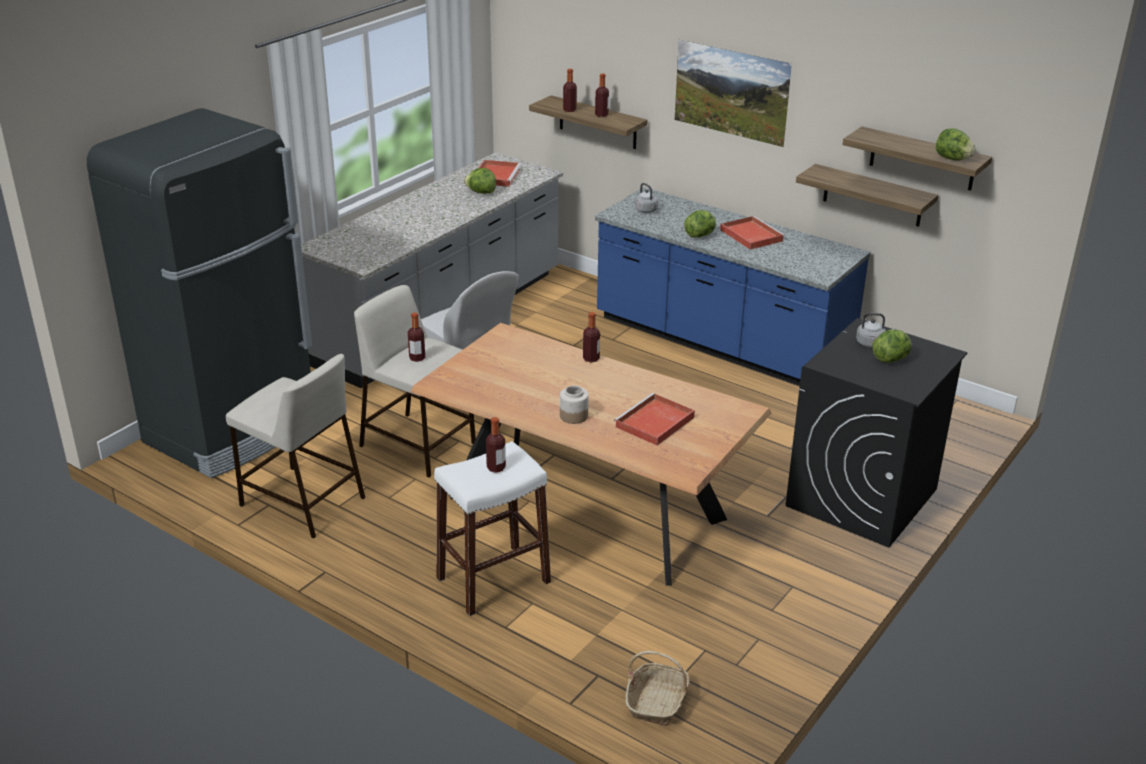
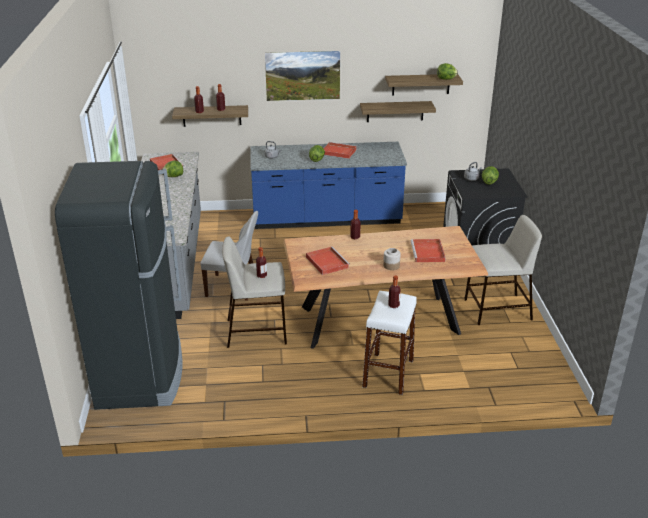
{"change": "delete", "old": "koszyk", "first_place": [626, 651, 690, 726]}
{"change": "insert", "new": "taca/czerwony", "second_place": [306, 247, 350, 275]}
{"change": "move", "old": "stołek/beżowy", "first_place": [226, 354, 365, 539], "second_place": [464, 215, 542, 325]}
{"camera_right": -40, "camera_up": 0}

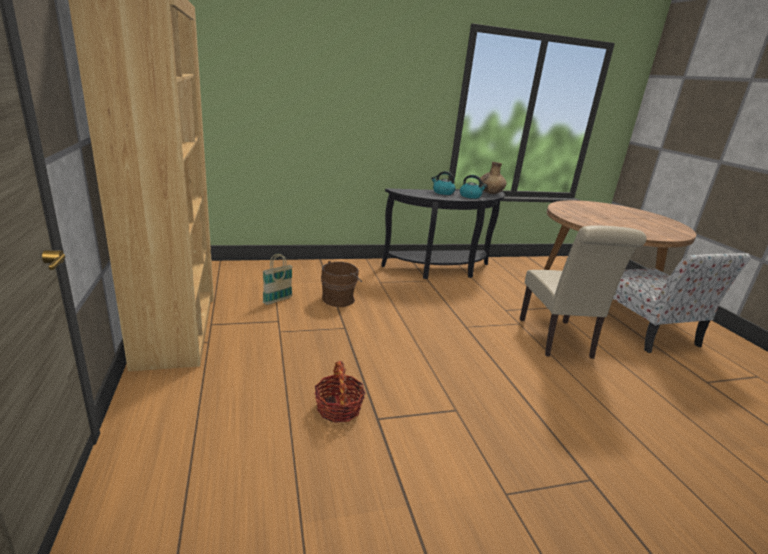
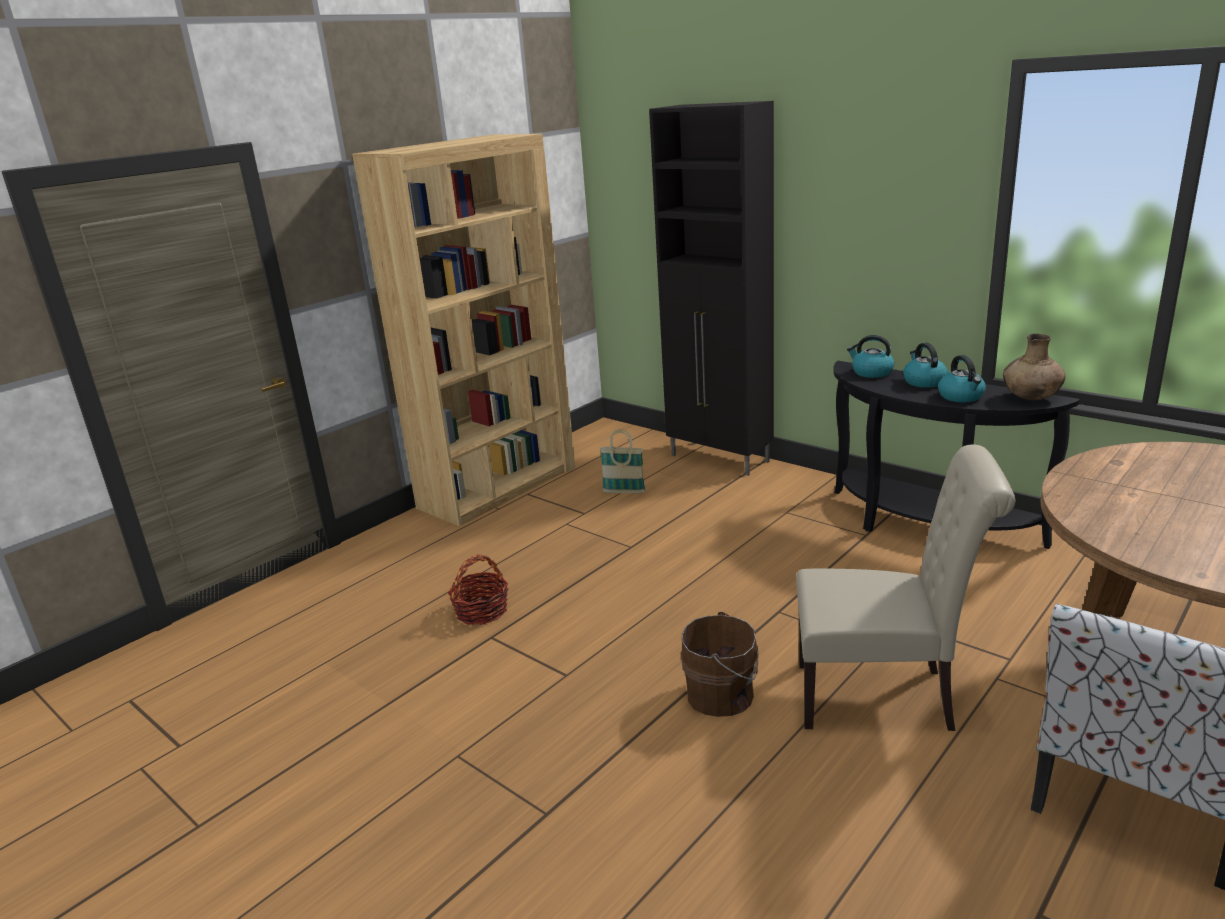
{"change": "insert", "new": "szafka/czarny", "second_place": [649, 101, 774, 476]}
{"change": "insert", "new": "czajnik", "second_place": [847, 335, 895, 378]}
{"change": "move", "old": "wiadro/brązowy", "first_place": [321, 261, 362, 307], "second_place": [681, 612, 759, 717]}
{"change": "rotate", "old": "krzesło/beżowy", "first_place": [520, 225, 647, 359], "second_place": [796, 445, 1015, 731], "degrees": -135}
{"camera_right": 60, "camera_up": 0}

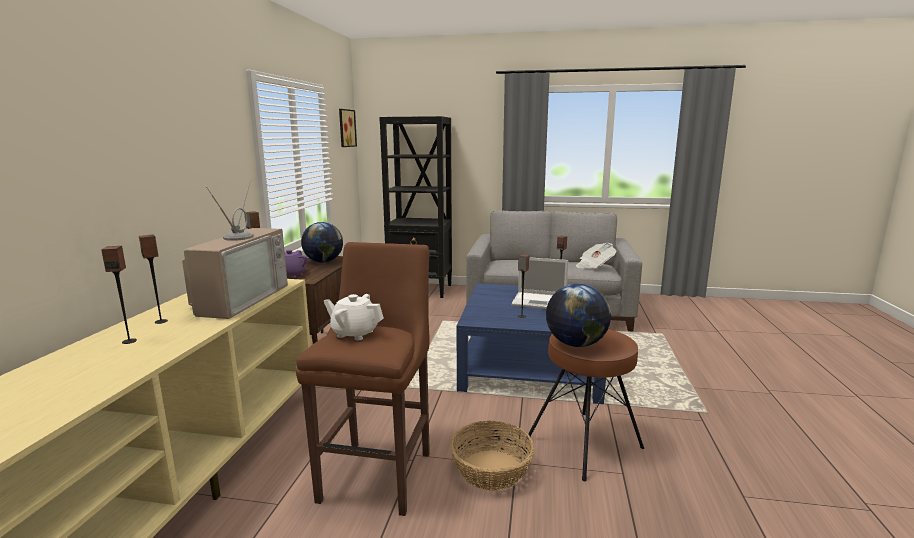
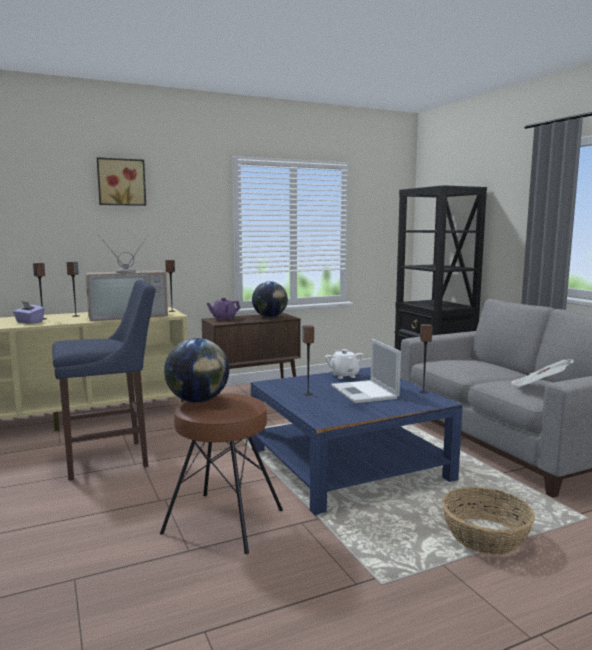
{"change": "insert", "new": "pudełko chusteczek/fioletowy", "second_place": [13, 301, 44, 324]}
{"change": "move", "old": "imbryk/biały", "first_place": [324, 294, 384, 340], "second_place": [325, 349, 364, 379]}
{"change": "move", "old": "obraz", "first_place": [339, 109, 357, 147], "second_place": [97, 157, 146, 206]}
{"change": "move", "old": "koszyk", "first_place": [450, 421, 534, 491], "second_place": [442, 487, 535, 555]}
{"change": "recolor", "old": "stołek/brązowy", "new": "stołek/niebieski", "first_place": [296, 242, 430, 516], "second_place": [52, 280, 155, 480]}
{"camera_right": 55, "camera_up": -5}

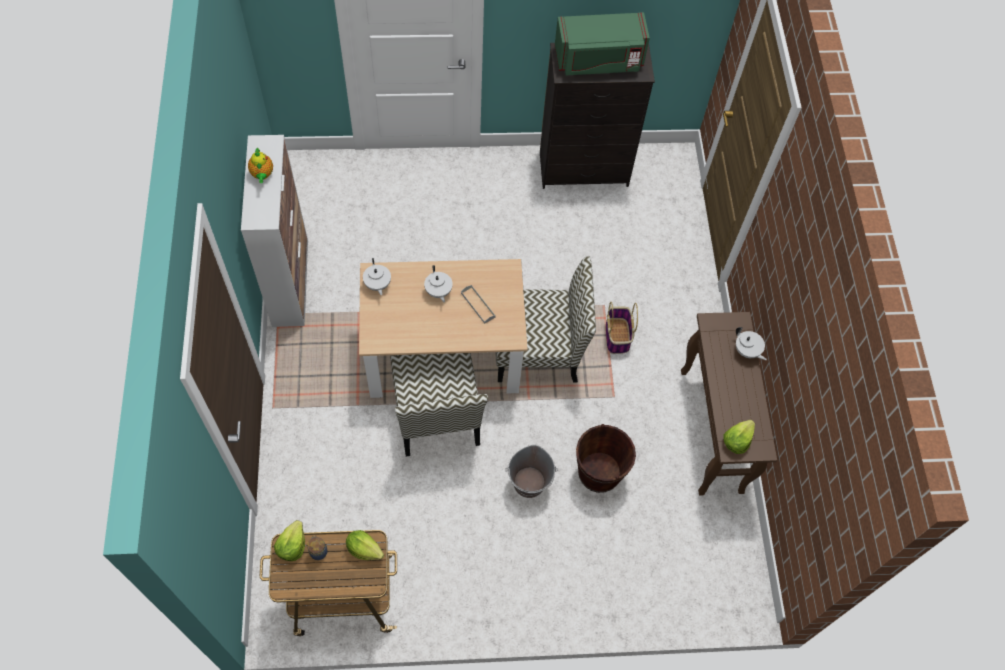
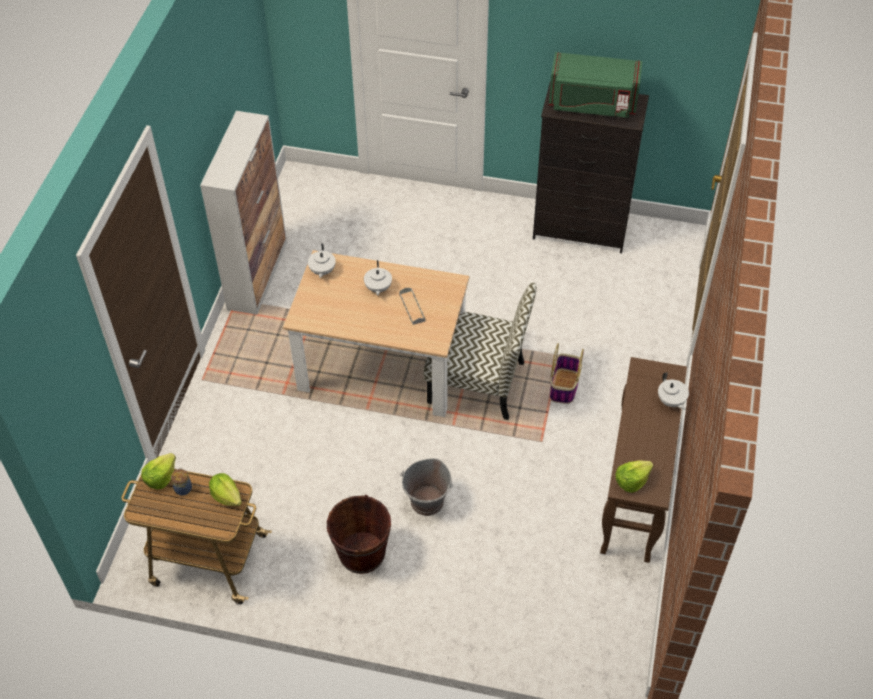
{"change": "delete", "old": "imbryk", "first_place": [248, 148, 273, 183]}
{"change": "delete", "old": "krzesło", "first_place": [390, 353, 488, 456]}
{"change": "move", "old": "wiadro/brązowy", "first_place": [576, 424, 636, 493], "second_place": [327, 495, 391, 574]}
{"camera_right": 20, "camera_up": -10}

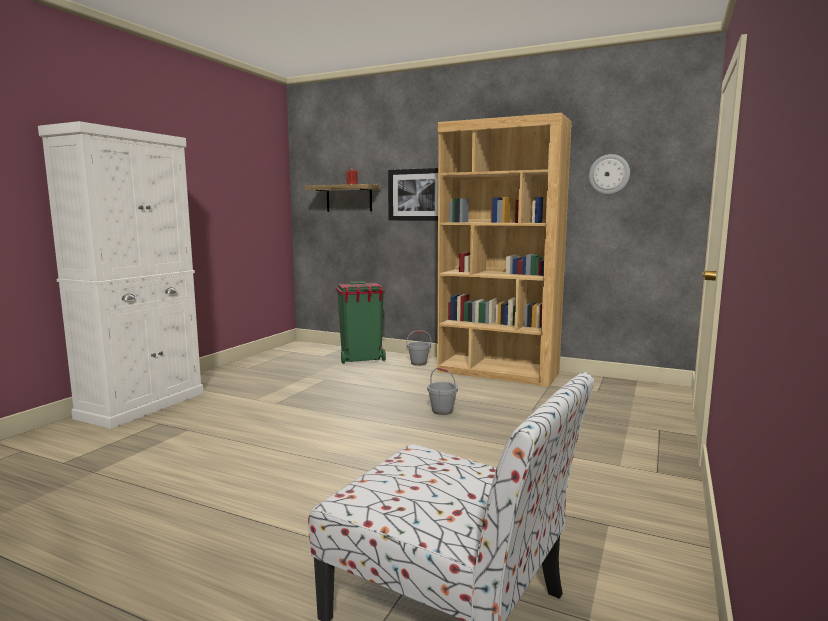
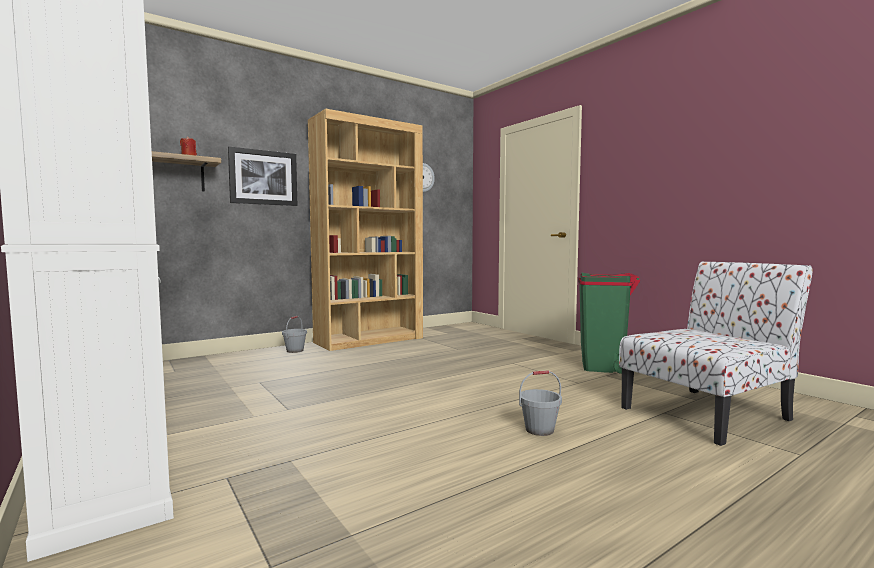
{"change": "move", "old": "kosz na śmieci/zielony", "first_place": [336, 281, 386, 364], "second_place": [578, 273, 640, 374]}
{"change": "move", "old": "wiadro/szary", "first_place": [427, 367, 458, 415], "second_place": [519, 370, 562, 436]}
{"camera_right": -60, "camera_up": -5}

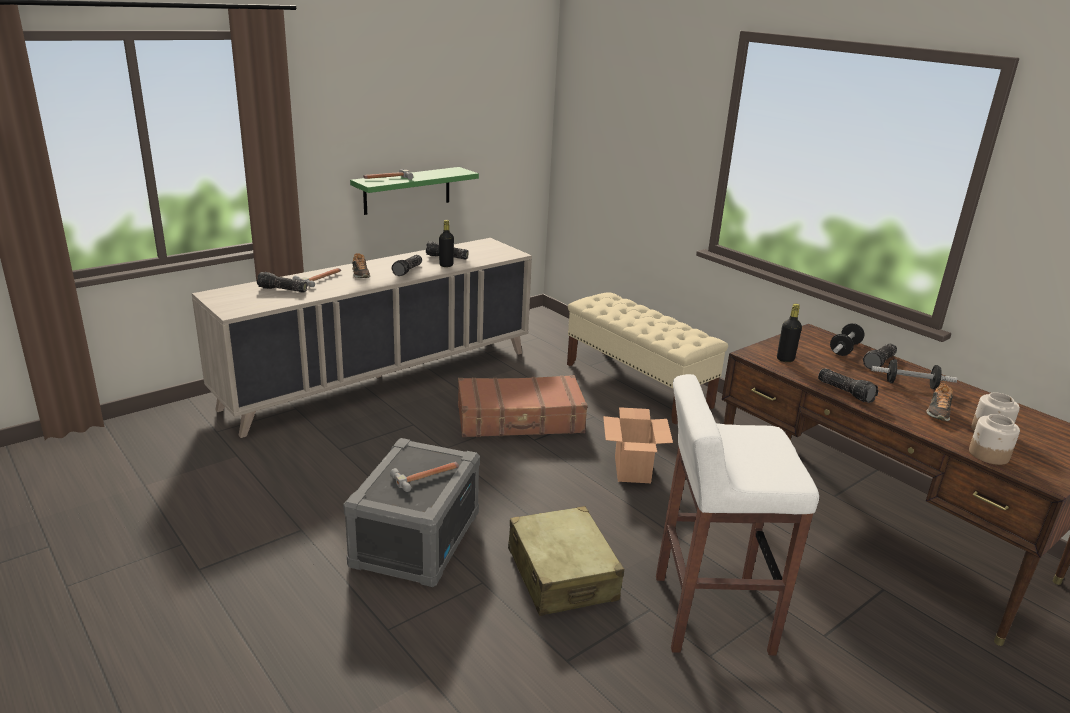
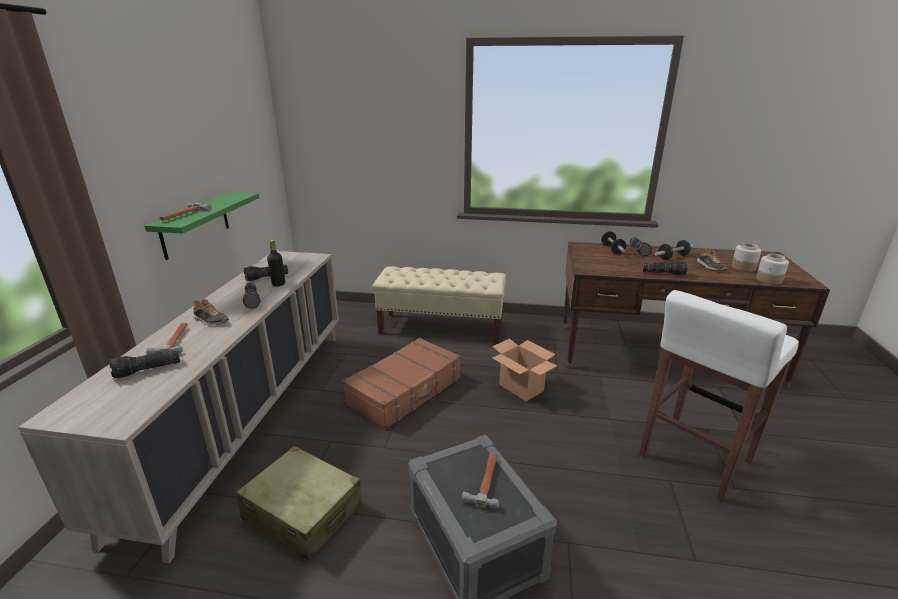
{"change": "delete", "old": "butelka/czarny", "first_place": [777, 304, 802, 362]}
{"change": "move", "old": "walizka/beżowy", "first_place": [508, 506, 624, 616], "second_place": [236, 445, 361, 561]}
{"camera_right": -40, "camera_up": 0}

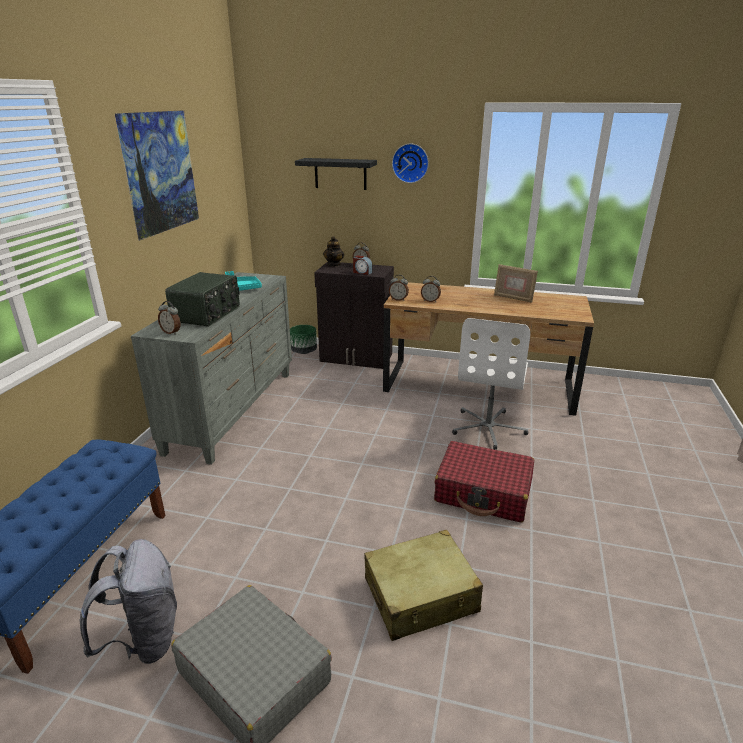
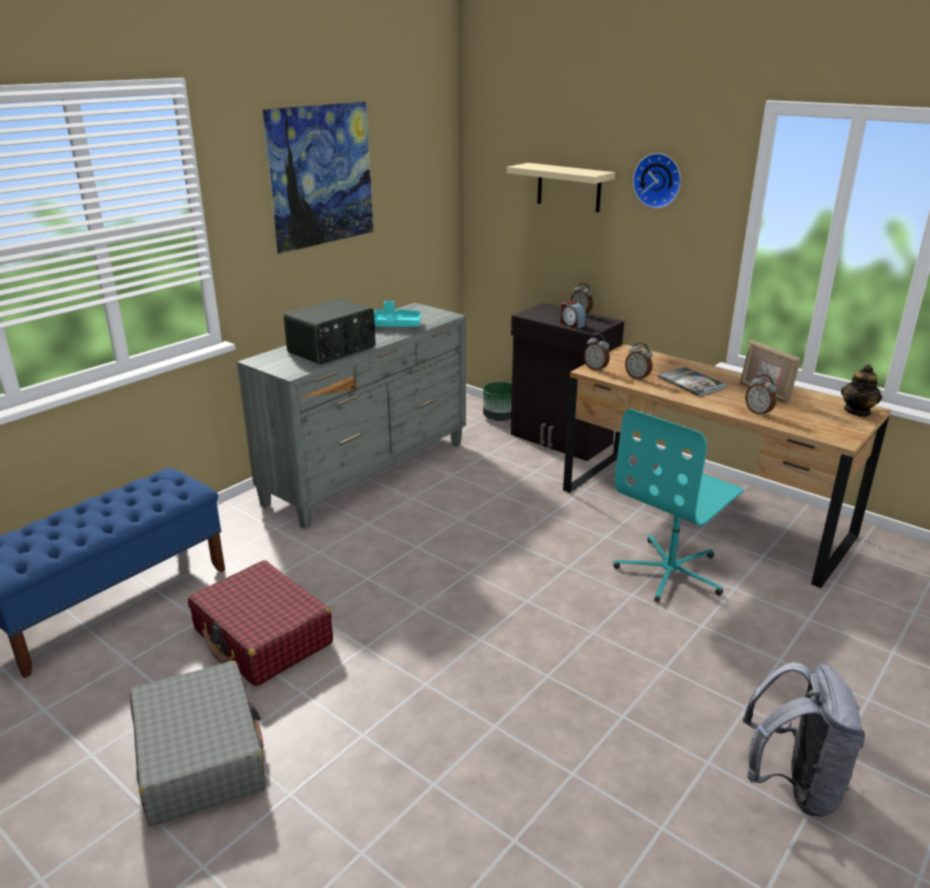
{"change": "delete", "old": "walizka/beżowy", "first_place": [364, 530, 483, 641]}
{"change": "insert", "new": "książka", "second_place": [658, 367, 728, 396]}
{"change": "move", "old": "plecak/szary", "first_place": [80, 539, 177, 664], "second_place": [743, 662, 865, 817]}
{"change": "move", "old": "budzik", "first_place": [158, 301, 180, 335], "second_place": [745, 374, 777, 416]}
{"change": "move", "old": "imbryk", "first_place": [323, 236, 344, 266], "second_place": [841, 364, 882, 417]}
{"change": "move", "old": "walizka/czerwony", "first_place": [434, 441, 534, 522], "second_place": [188, 560, 333, 686]}
{"change": "recolor", "old": "półka/czarny", "new": "półka/beżowy", "first_place": [295, 158, 377, 190], "second_place": [507, 163, 615, 212]}
{"change": "recolor", "old": "krzesło biurowe/biały", "new": "krzesło biurowe/turkusowy", "first_place": [452, 318, 530, 450], "second_place": [613, 409, 744, 603]}
{"camera_right": 25, "camera_up": 0}

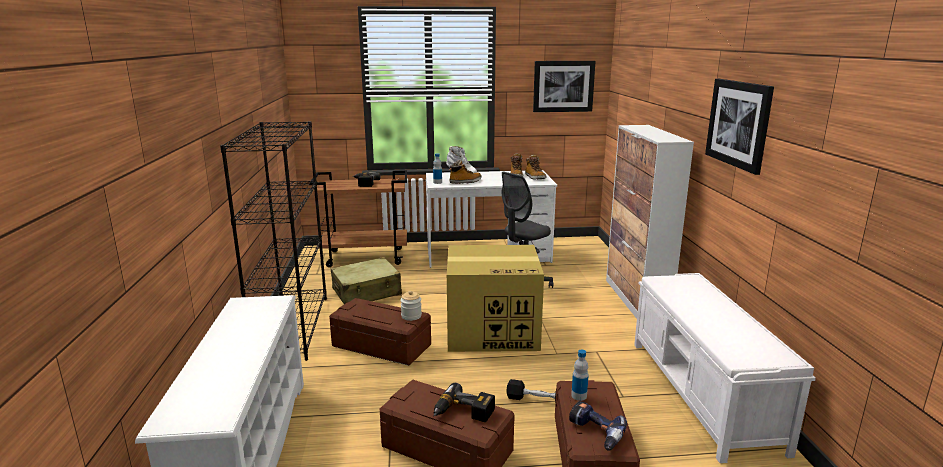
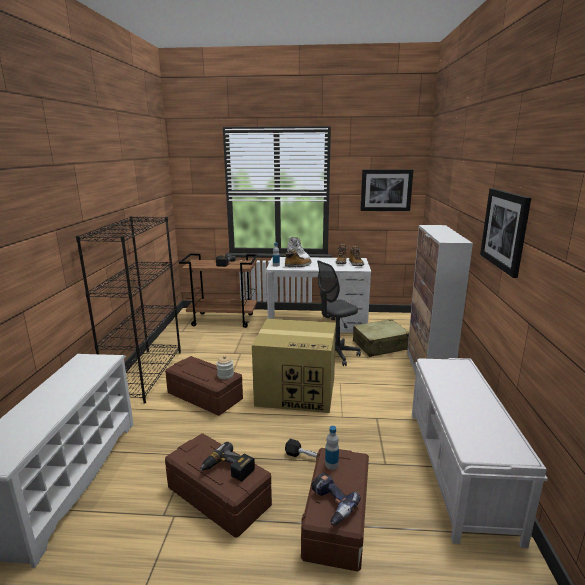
{"change": "move", "old": "walizka/beżowy", "first_place": [331, 257, 402, 304], "second_place": [353, 319, 409, 357]}
{"camera_right": 10, "camera_up": 0}

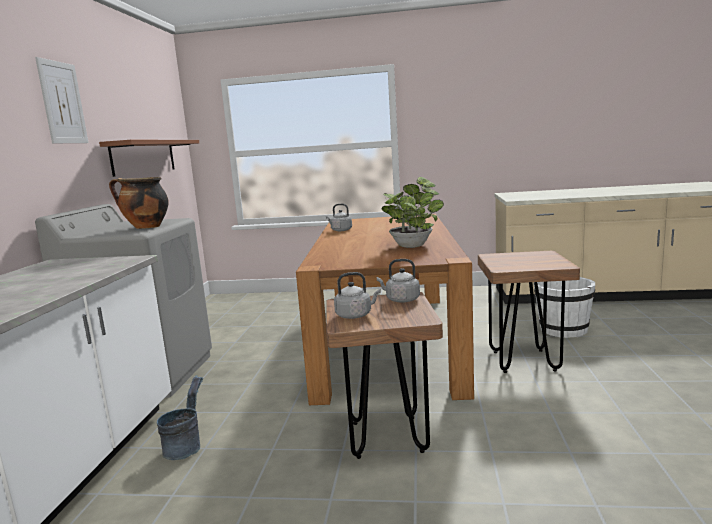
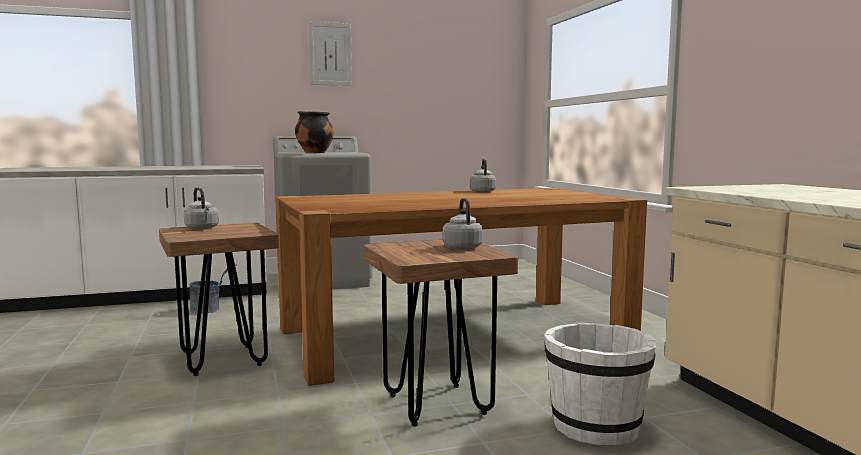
{"change": "delete", "old": "półka/brązowy", "first_place": [99, 140, 199, 177]}
{"change": "delete", "old": "roślina doniczkowa", "first_place": [382, 177, 444, 248]}
{"change": "move", "old": "czajnik/szary", "first_place": [377, 259, 420, 303], "second_place": [443, 198, 483, 250]}
{"camera_right": 65, "camera_up": -5}

